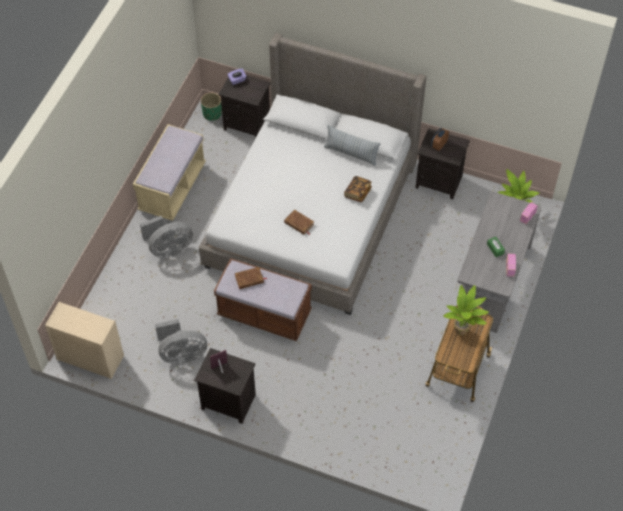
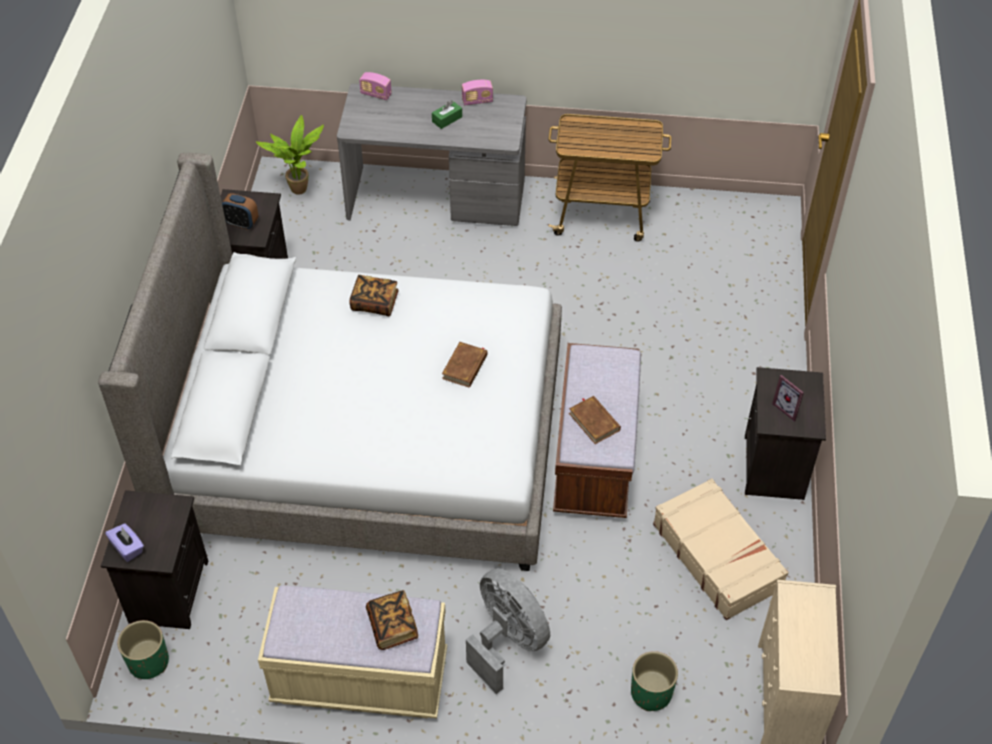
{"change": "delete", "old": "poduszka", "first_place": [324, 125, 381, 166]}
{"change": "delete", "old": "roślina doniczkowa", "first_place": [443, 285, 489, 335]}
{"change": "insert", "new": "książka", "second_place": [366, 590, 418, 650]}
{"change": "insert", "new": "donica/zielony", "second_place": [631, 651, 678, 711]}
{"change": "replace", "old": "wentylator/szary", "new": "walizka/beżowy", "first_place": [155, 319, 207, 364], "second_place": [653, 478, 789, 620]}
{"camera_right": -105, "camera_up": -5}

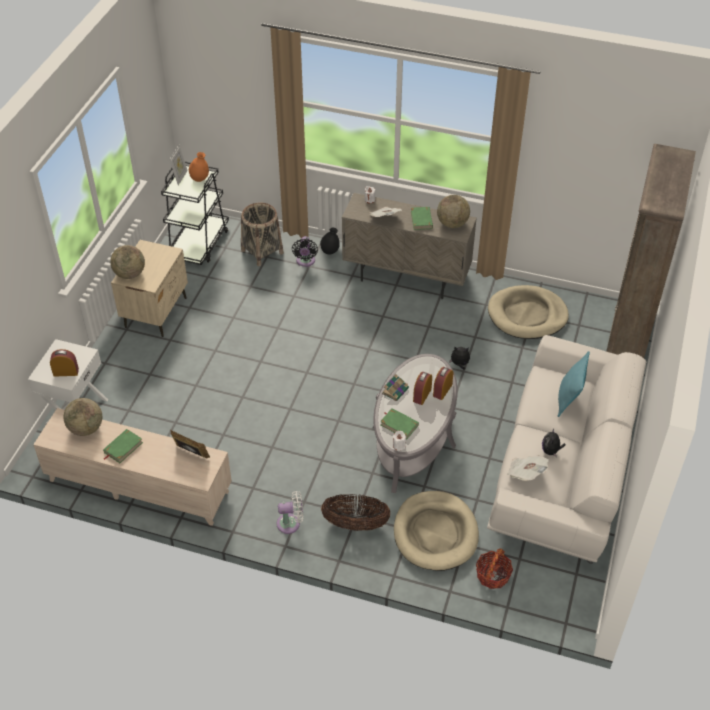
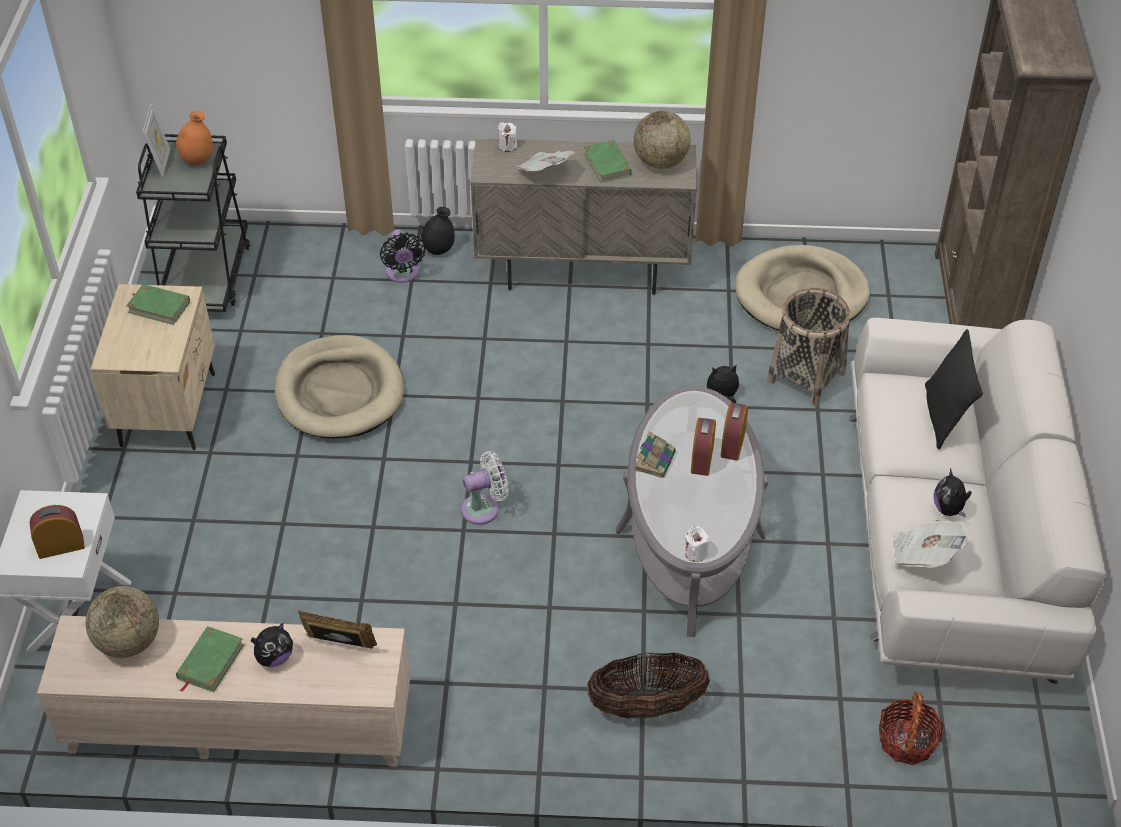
{"change": "delete", "old": "globus", "first_place": [110, 245, 145, 279]}
{"change": "insert", "new": "pluszak", "second_place": [251, 623, 293, 667]}
{"change": "move", "old": "koszyk", "first_place": [241, 203, 284, 266], "second_place": [767, 288, 850, 406]}
{"change": "move", "old": "wentylator/biały", "first_place": [276, 491, 303, 534], "second_place": [461, 451, 509, 525]}
{"change": "move", "old": "książka/zielony", "first_place": [380, 408, 419, 439], "second_place": [126, 284, 190, 325]}
{"change": "move", "old": "legowisko/beżowy", "first_place": [394, 491, 479, 571], "second_place": [275, 335, 404, 439]}
{"change": "recolor", "old": "poduszka/turkusowy", "new": "poduszka/czarny", "first_place": [558, 351, 590, 417], "second_place": [925, 329, 983, 449]}
{"camera_right": -15, "camera_up": 0}

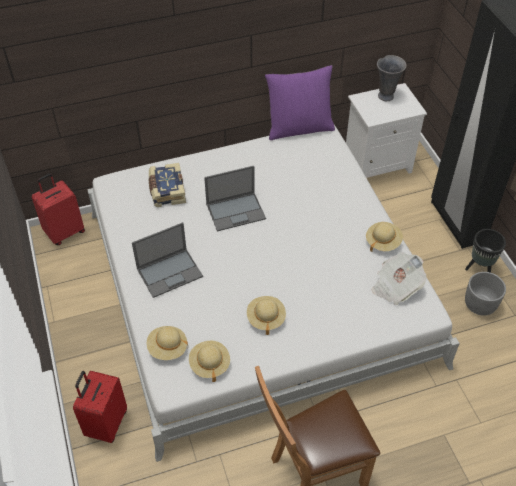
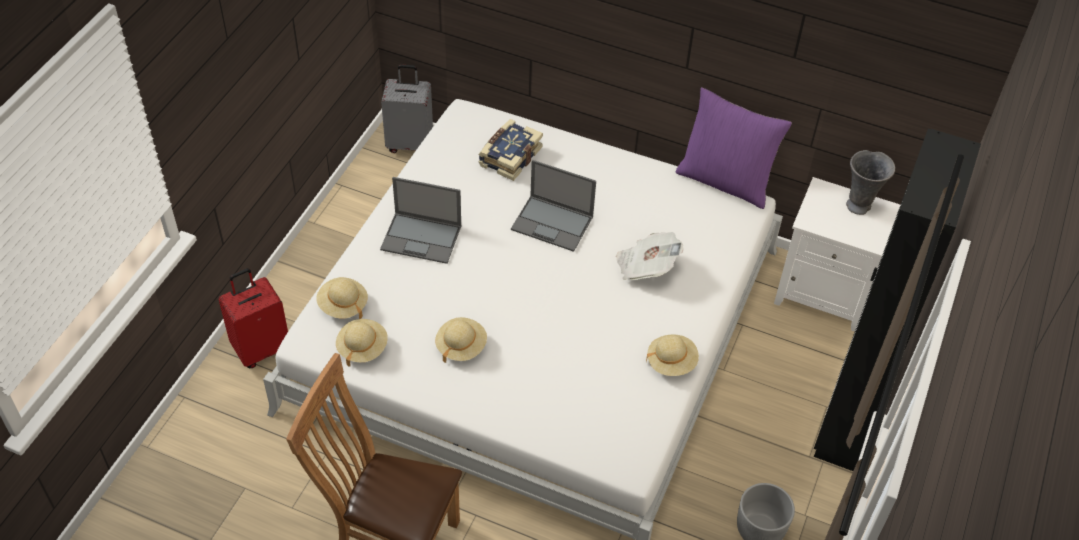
{"change": "delete", "old": "donica/czarny", "first_place": [465, 229, 506, 273]}
{"change": "move", "old": "gazeta", "first_place": [372, 252, 427, 305], "second_place": [616, 232, 683, 280]}
{"change": "recolor", "old": "walizka/czerwony", "new": "walizka/szary", "first_place": [32, 173, 85, 245], "second_place": [381, 65, 433, 153]}
{"camera_right": 40, "camera_up": 0}

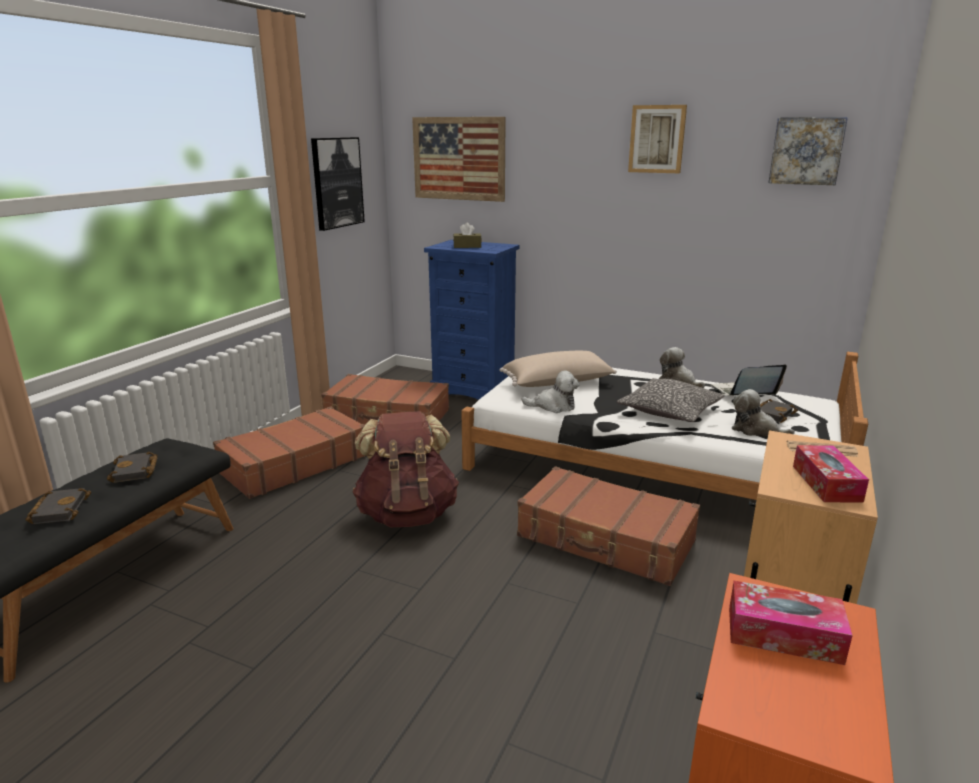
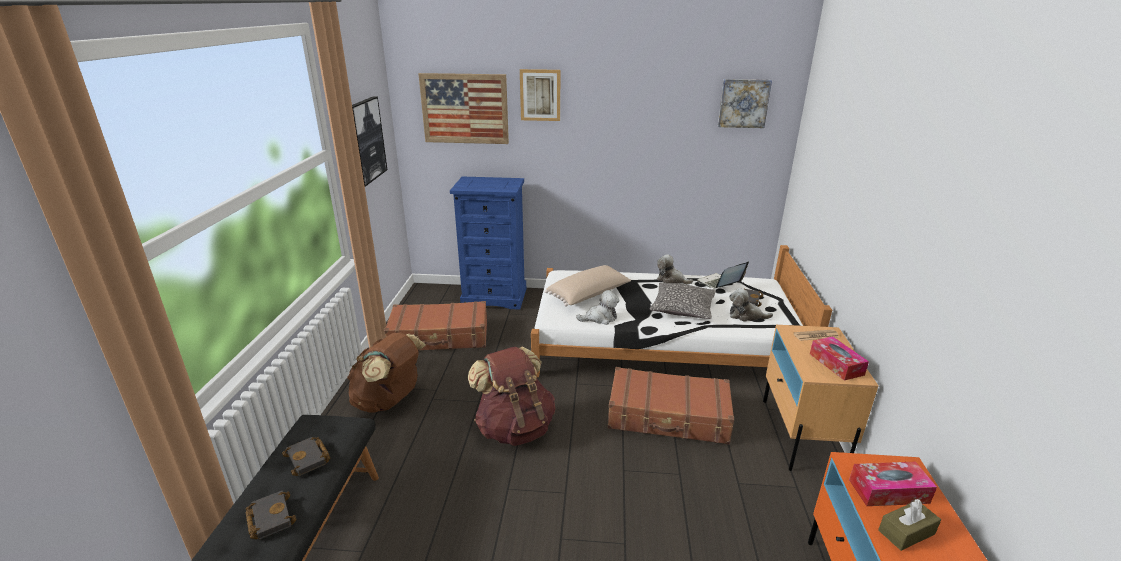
{"change": "move", "old": "pudełko chusteczek/brązowy", "first_place": [453, 223, 482, 248], "second_place": [878, 499, 941, 551]}
{"change": "move", "old": "obraz", "first_place": [628, 105, 687, 173], "second_place": [520, 69, 560, 121]}
{"change": "replace", "old": "walizka/brązowy", "new": "plecak/brązowy", "first_place": [213, 406, 365, 499], "second_place": [348, 332, 426, 413]}
{"camera_right": -20, "camera_up": 5}

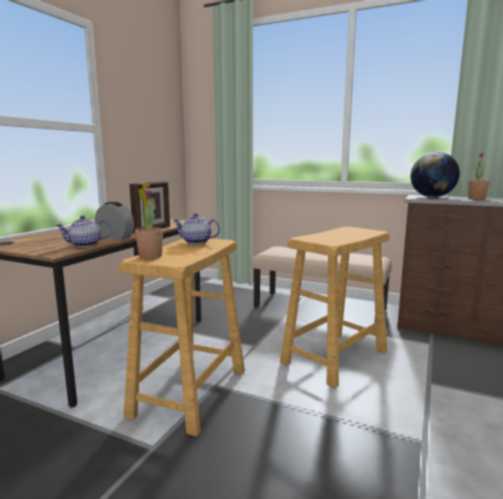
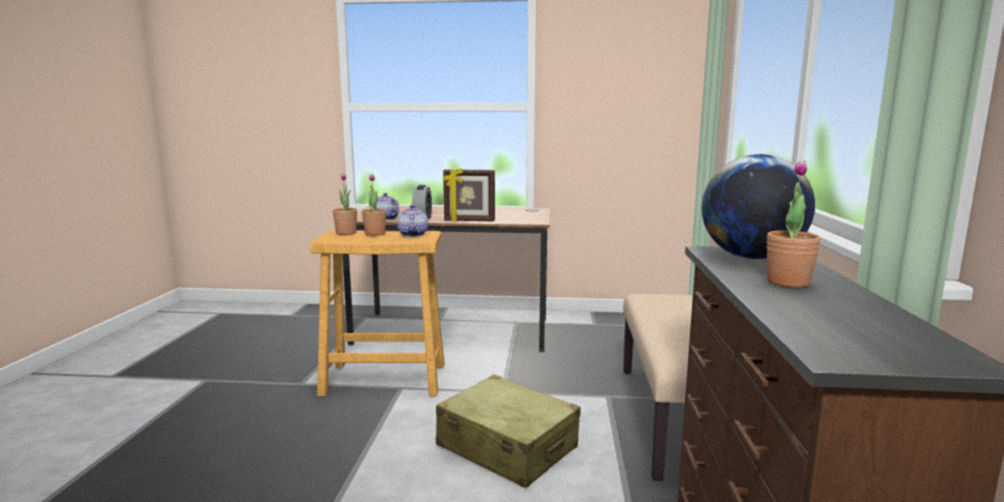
{"change": "insert", "new": "roślina doniczkowa", "second_place": [362, 174, 386, 236]}
{"change": "replace", "old": "stołek/beżowy", "new": "walizka/beżowy", "first_place": [280, 227, 390, 388], "second_place": [436, 375, 581, 488]}
{"camera_right": 70, "camera_up": 0}

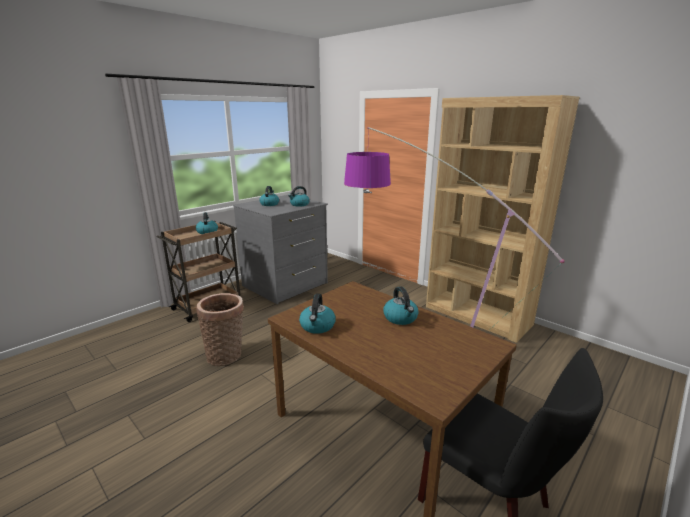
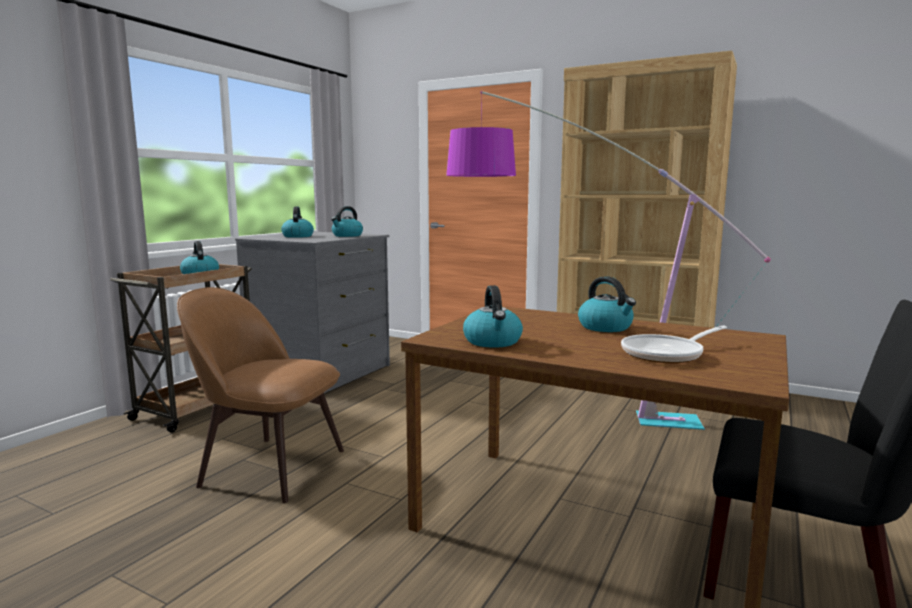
{"change": "insert", "new": "patelnia", "second_place": [621, 326, 727, 363]}
{"change": "replace", "old": "koszyk", "new": "krzesło/brązowy", "first_place": [196, 293, 244, 366], "second_place": [177, 287, 344, 503]}
{"camera_right": -15, "camera_up": -10}

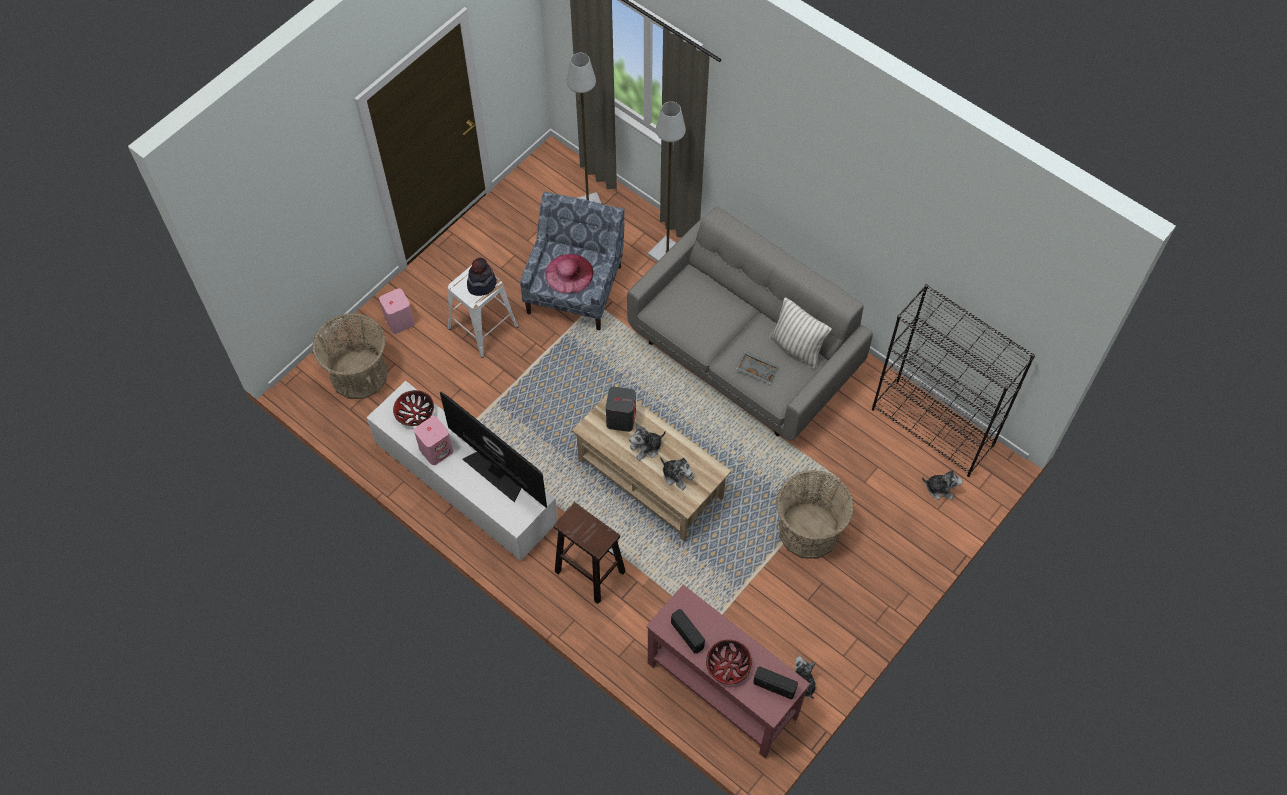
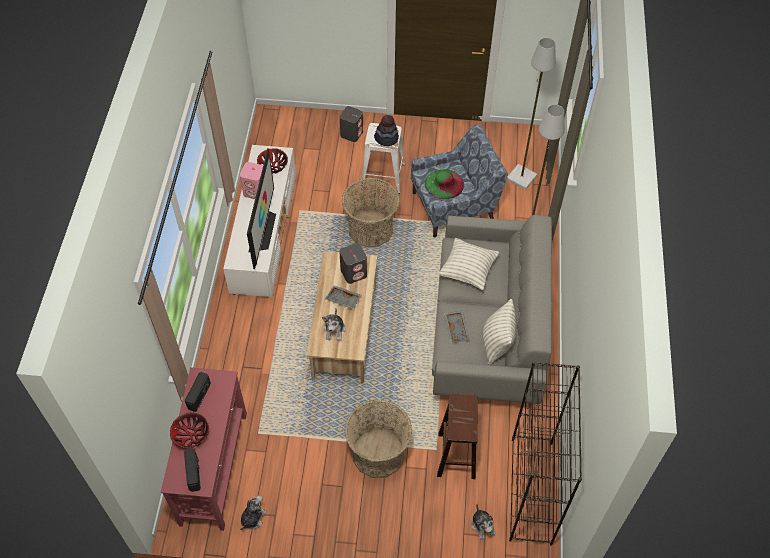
{"change": "insert", "new": "poduszka", "second_place": [439, 238, 499, 290]}
{"change": "move", "old": "koszyk", "first_place": [312, 313, 388, 399], "second_place": [342, 178, 400, 247]}
{"change": "move", "old": "stołek/brązowy", "first_place": [554, 502, 626, 604], "second_place": [437, 394, 478, 479]}
{"change": "replace", "old": "pluszak", "new": "taca/szary", "first_place": [629, 423, 666, 461], "second_place": [325, 286, 361, 309]}
{"change": "recolor", "old": "głośnik/różowy", "new": "głośnik/szary", "first_place": [379, 288, 415, 334], "second_place": [340, 106, 363, 142]}
{"change": "recolor", "old": "kapelusz/różowy", "new": "kapelusz/zielony", "first_place": [545, 254, 594, 294], "second_place": [425, 169, 464, 199]}
{"camera_right": 55, "camera_up": -5}

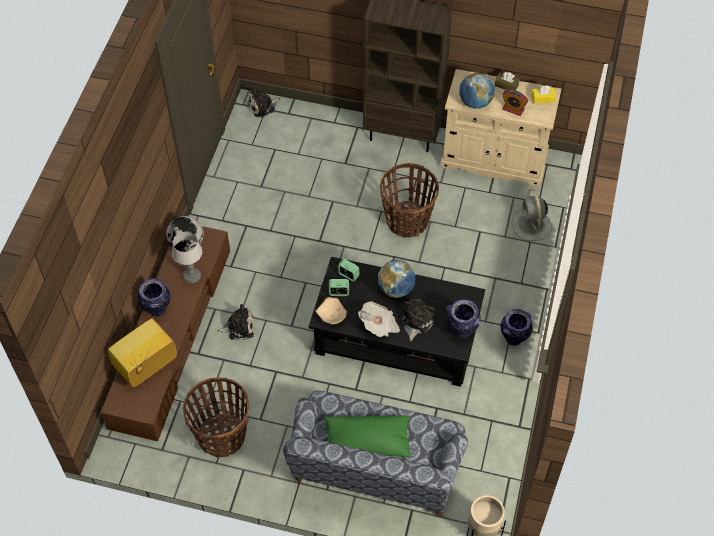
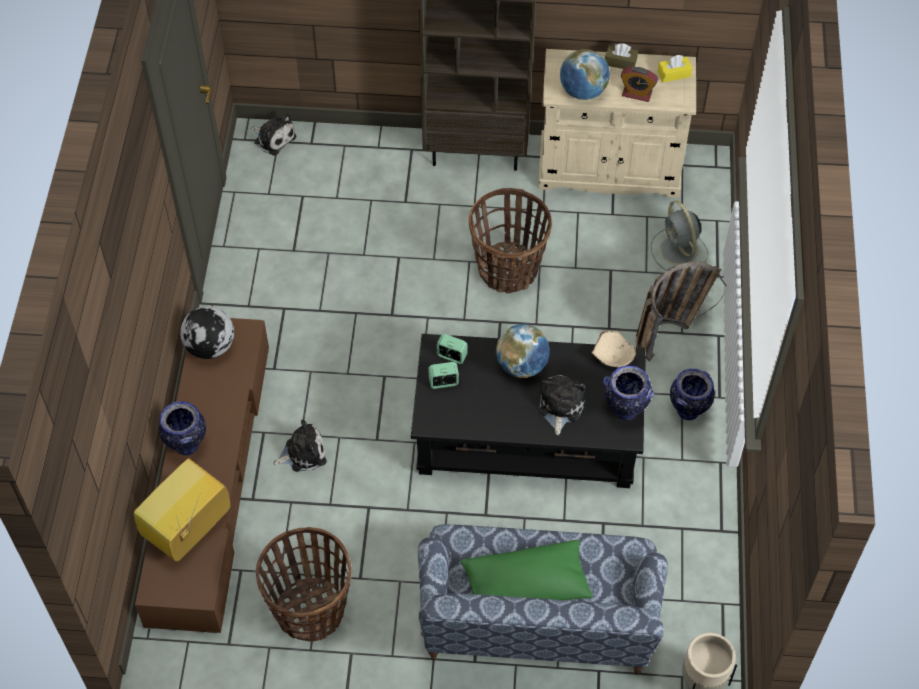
{"change": "delete", "old": "lampa stołowa", "first_place": [172, 232, 202, 283]}
{"change": "delete", "old": "gazeta", "first_place": [358, 301, 400, 337]}
{"change": "insert", "new": "koszyk", "second_place": [636, 262, 726, 362]}
{"change": "move", "old": "miska/beżowy", "first_place": [315, 297, 347, 325], "second_place": [591, 331, 636, 368]}
{"change": "rotate", "old": "pluszak", "first_place": [248, 86, 280, 117], "second_place": [251, 113, 296, 156], "degrees": -105}
{"camera_right": -10, "camera_up": 0}

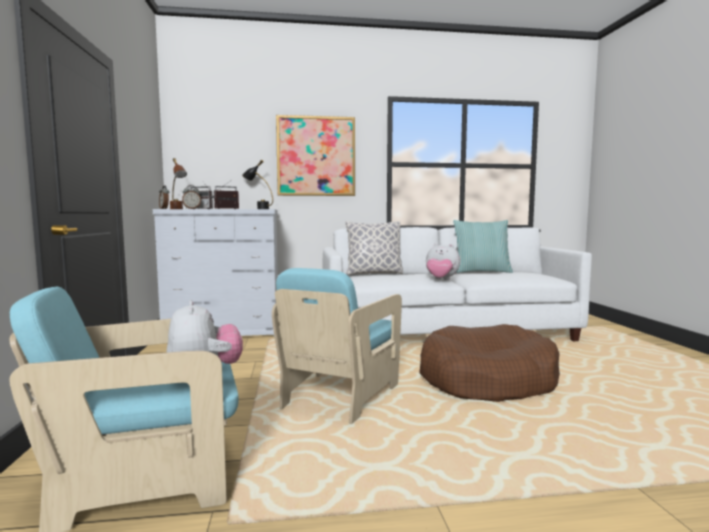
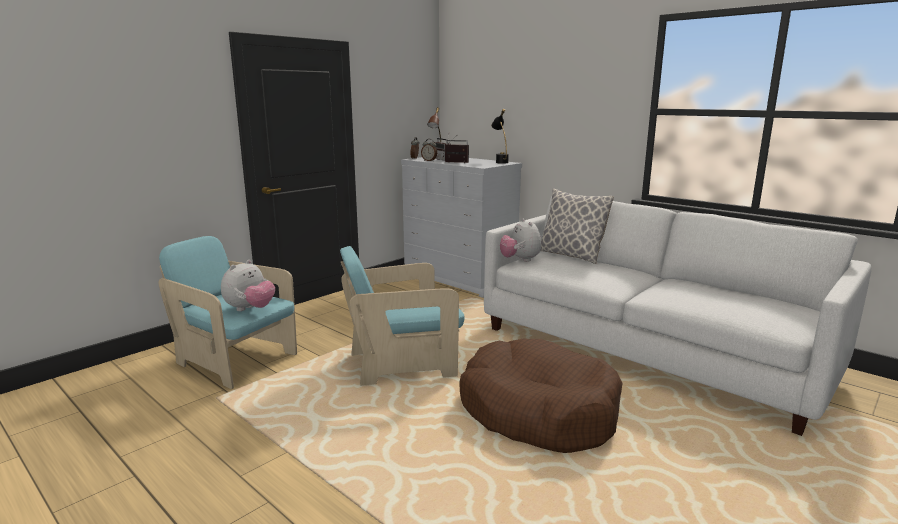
{"change": "delete", "old": "obraz", "first_place": [276, 115, 355, 196]}
{"change": "delete", "old": "poduszka", "first_place": [453, 220, 513, 273]}
{"change": "move", "old": "pluszak", "first_place": [426, 243, 460, 280], "second_place": [500, 218, 541, 262]}
{"camera_right": 50, "camera_up": 10}

